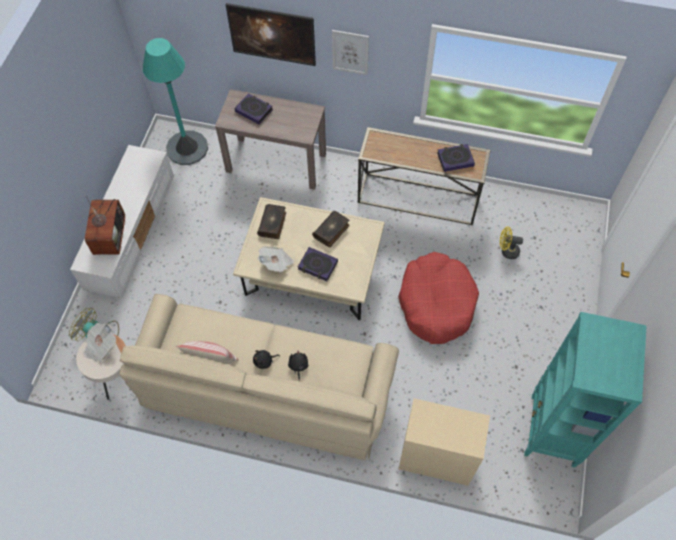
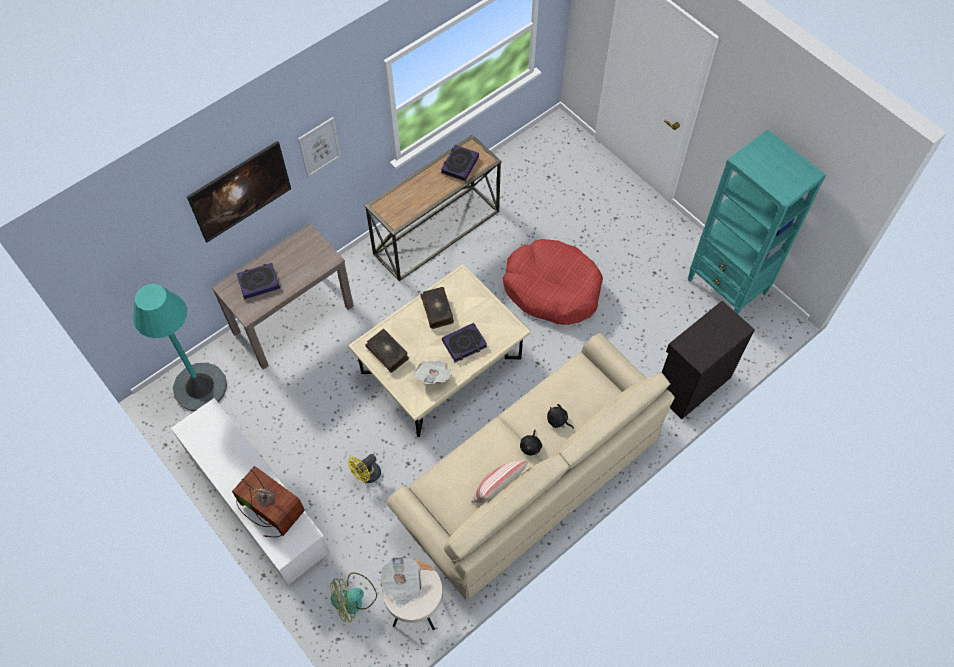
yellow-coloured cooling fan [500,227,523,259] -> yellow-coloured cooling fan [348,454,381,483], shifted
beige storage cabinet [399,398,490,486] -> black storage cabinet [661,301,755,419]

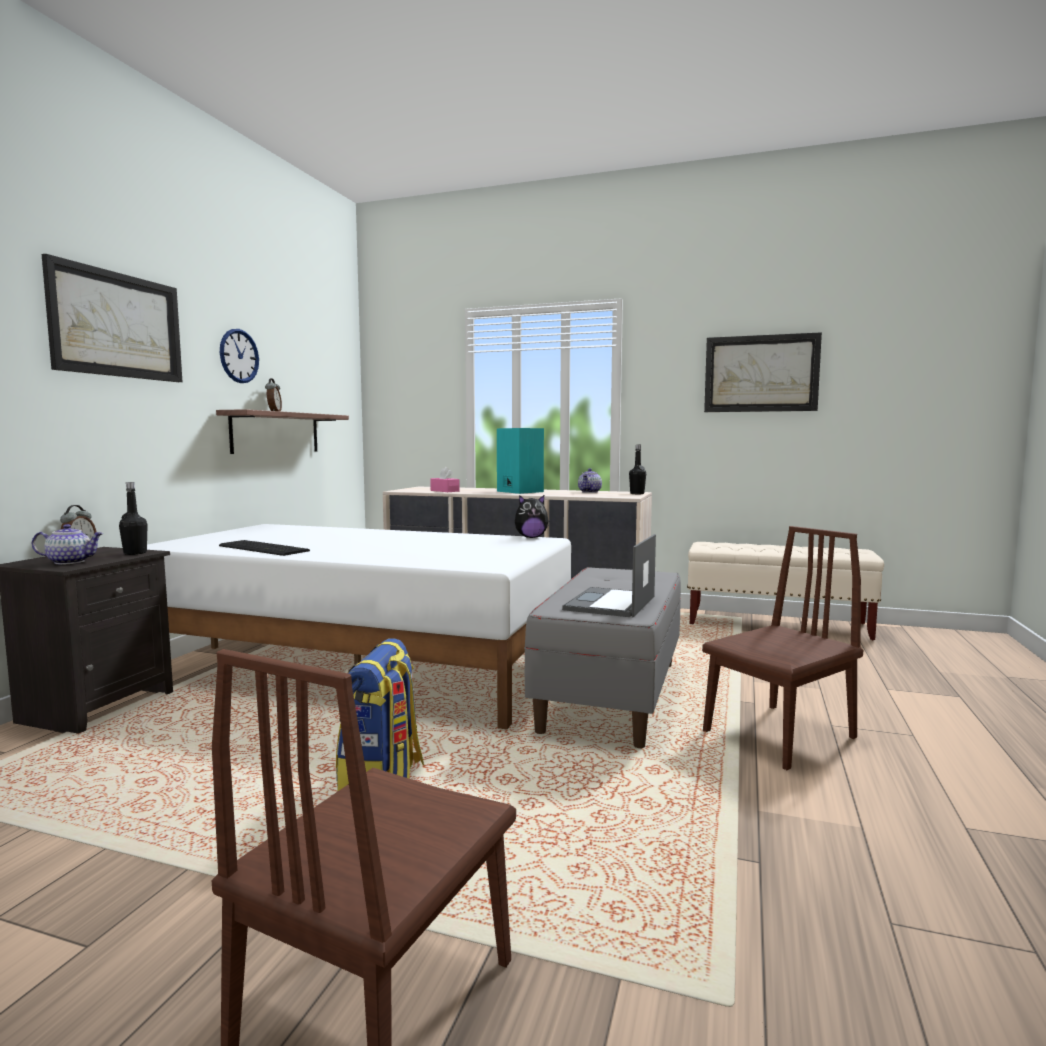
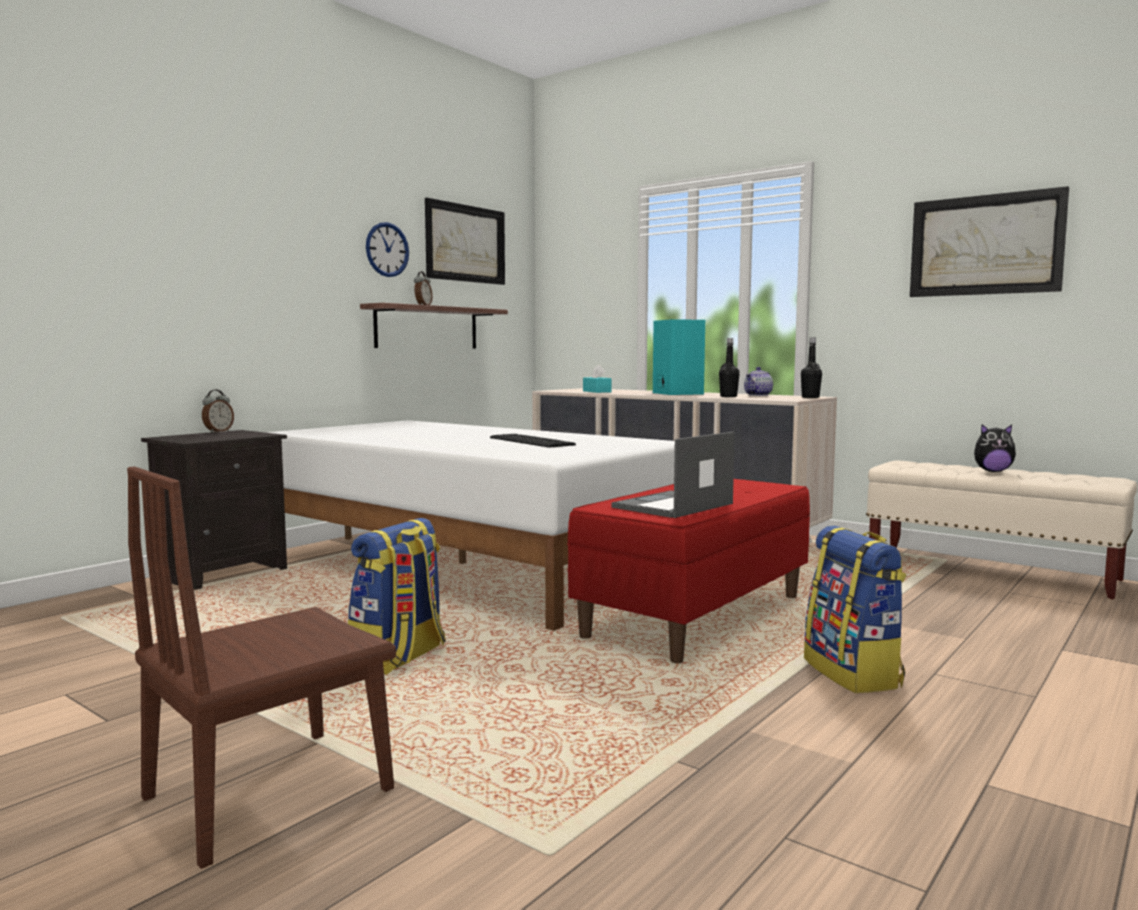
wall art [42,254,182,382] -> wall art [425,198,505,285], shifted
pinkish tissue box [430,467,460,492] -> blue-green tissue box [583,364,612,393]
black beverage bottle [119,482,148,555] -> black beverage bottle [719,338,740,397], shifted
plush toy [515,495,549,538] -> plush toy [974,424,1016,472], shifted
teapot [32,524,103,564] -> none
brown-coloured upright chair [702,526,863,770] -> knapsack [804,525,906,693]
PC keyboard [219,540,310,556] -> PC keyboard [490,434,576,448], shifted
gray indoor bench [524,567,681,748] -> reddish indoor bench [567,479,810,663]

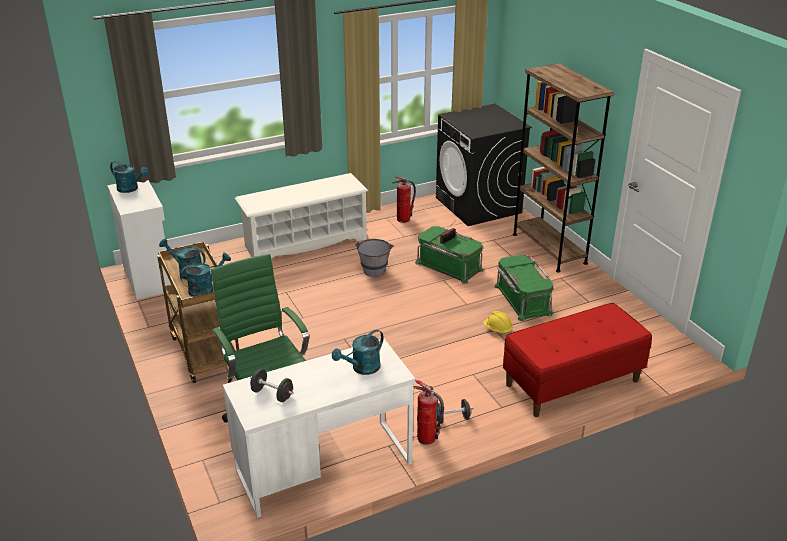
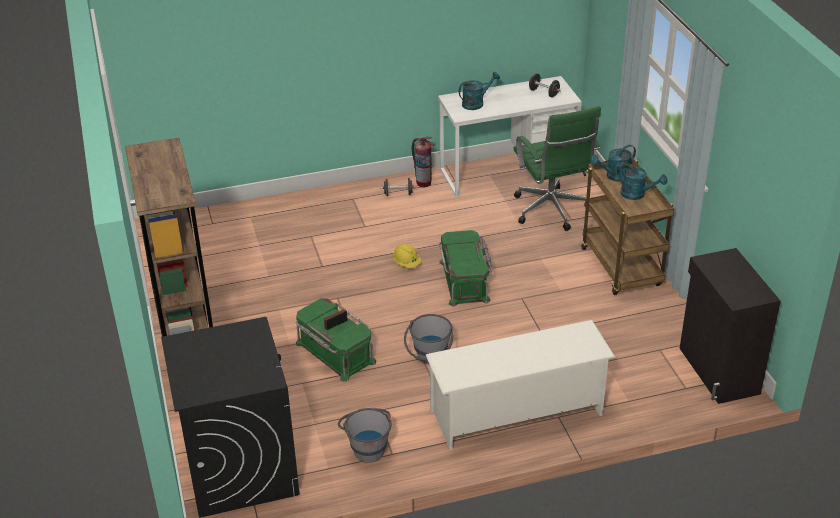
blue-green sprinkling can [110,161,149,193] -> none
fire extinguisher [392,176,416,223] -> gray water bucket [338,408,392,463]
whitish storage cabinet [107,180,171,300] -> black storage cabinet [680,248,781,404]
green-coloured storage bin [494,254,554,321] -> green-coloured storage bin [439,230,492,307], shifted
reddish indoor bench [503,303,652,417] -> none
yellow-coloured hard hat [483,311,513,335] -> yellow-coloured hard hat [392,243,422,268], shifted

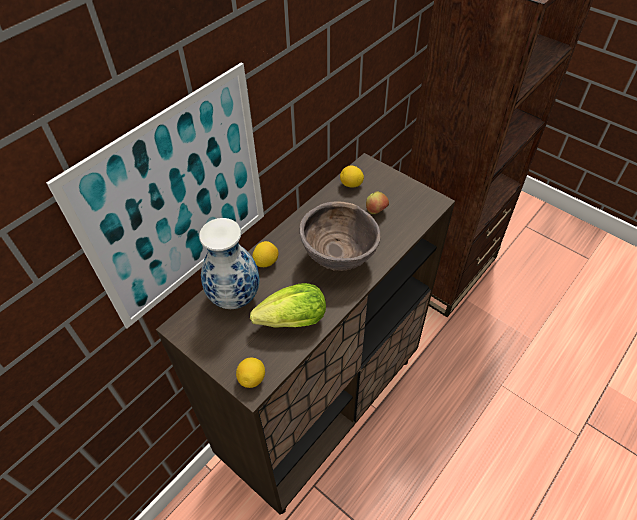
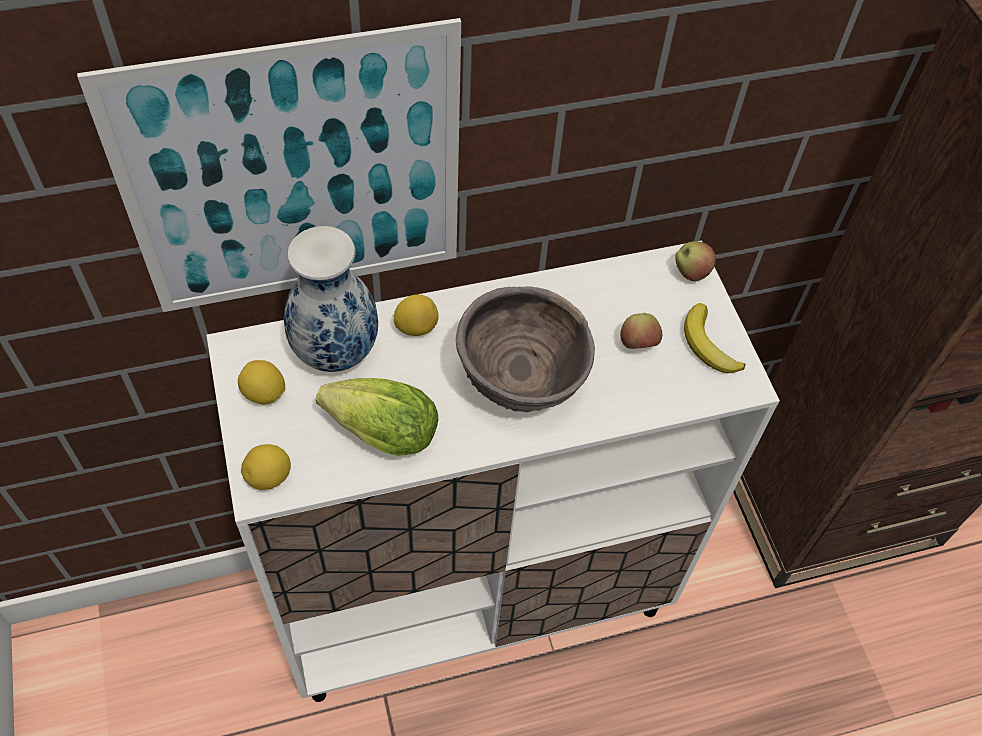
brown-coloured storage cabinet [156,153,455,514] -> whitish storage cabinet [206,240,780,702]
lemon [340,165,364,188] -> lemon [238,360,285,404], shifted
none -> apple [675,241,716,281]
none -> banana fruit [684,303,745,373]

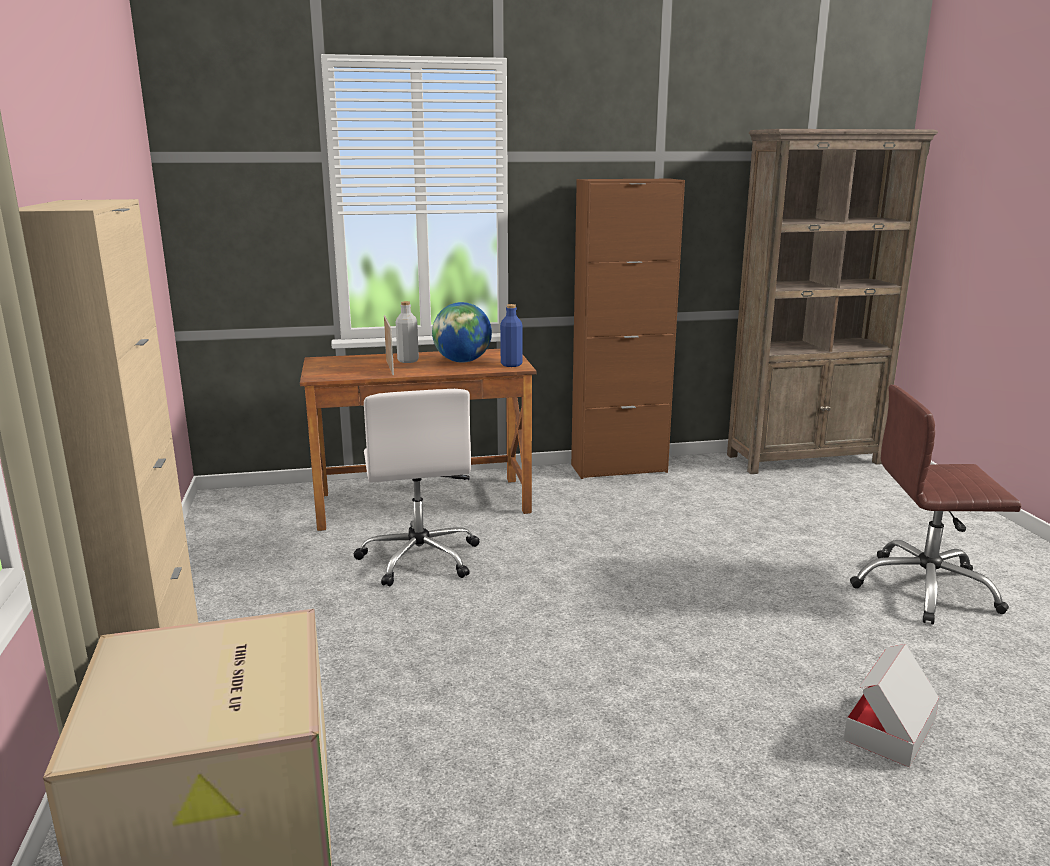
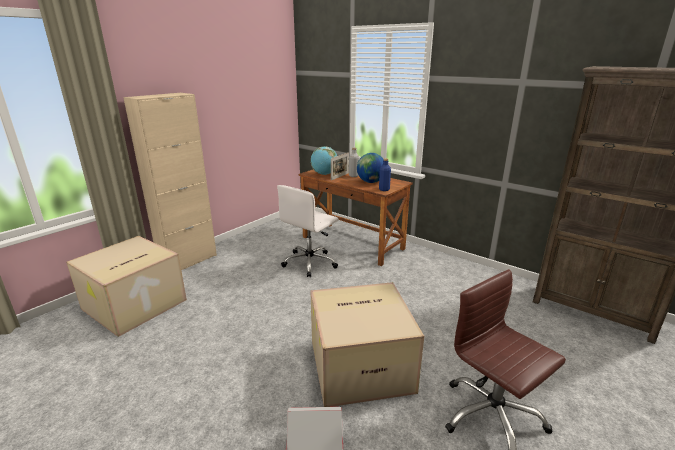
brown-coloured storage cabinet [571,178,685,479] -> none
none -> world globe [311,147,337,175]
none -> cardboard box [310,282,424,407]

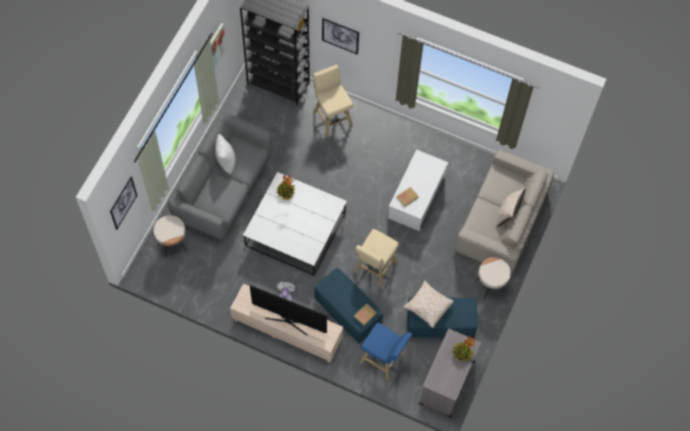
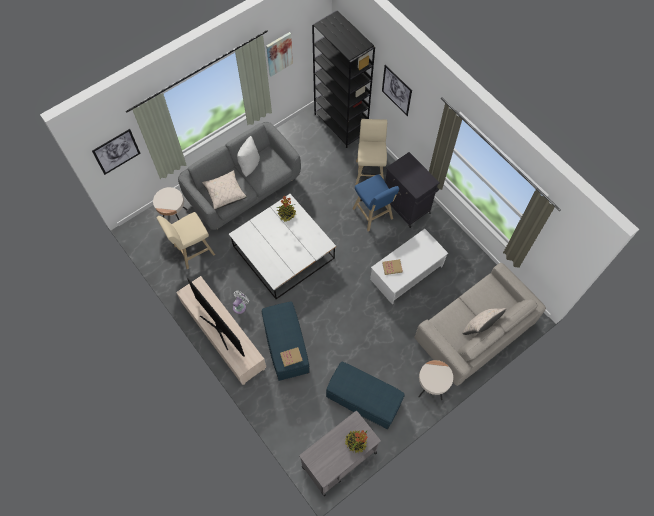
beige sitting stool [354,229,399,287] -> beige sitting stool [157,212,215,269], shifted
beige cushion [403,280,455,328] -> beige cushion [202,170,247,210], shifted
bluish sitting stool [359,323,412,381] -> bluish sitting stool [352,174,399,232], shifted
none -> black storage cabinet [385,152,440,228]

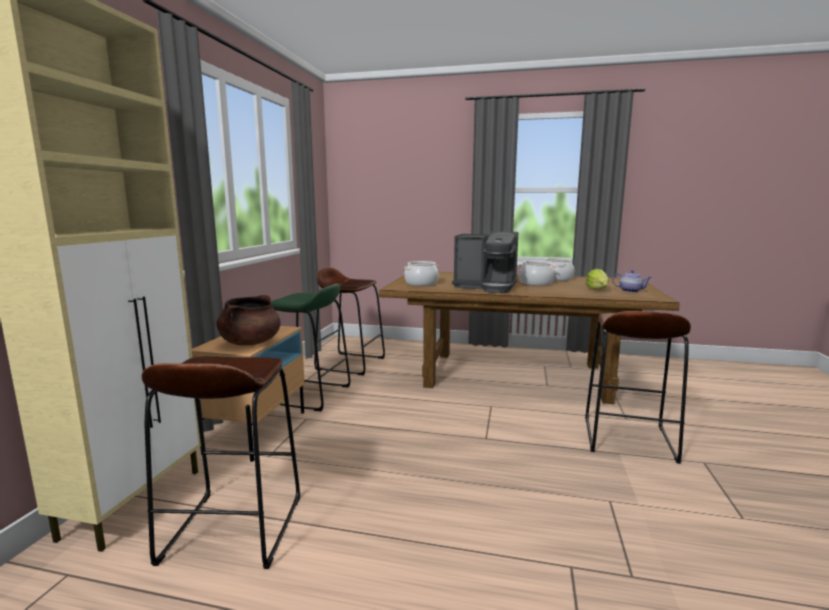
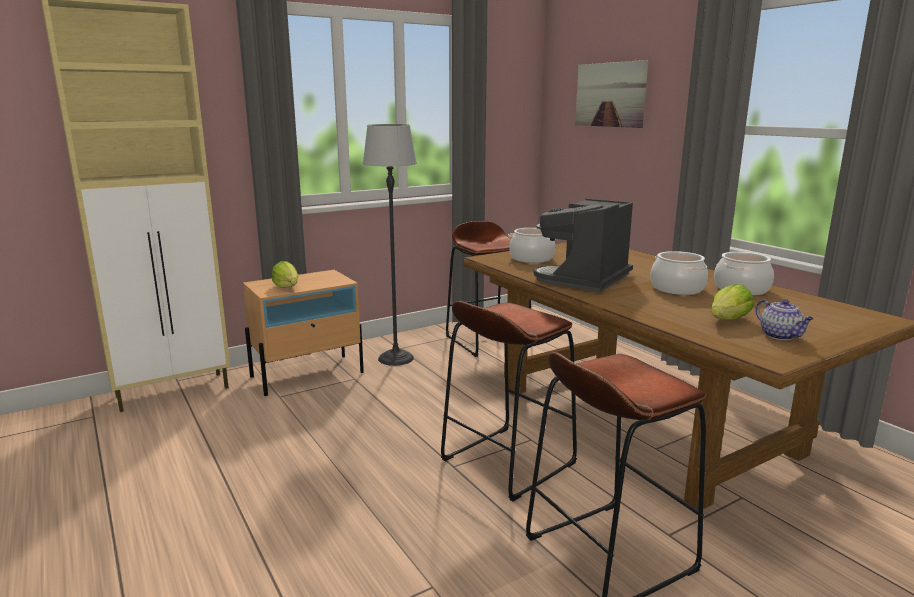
coffee maker [452,231,518,293] -> coffee maker [534,199,633,293], 60 degrees clockwise
green-coloured sitting stool [272,283,350,411] -> standing lamp [363,124,417,366]
brown-coloured cooking pot [217,295,281,346] -> lettuce [272,261,298,288]
brown-coloured sitting stool [142,356,300,569] -> brown-coloured sitting stool [441,301,577,501], shifted
none -> wall art [575,60,648,128]

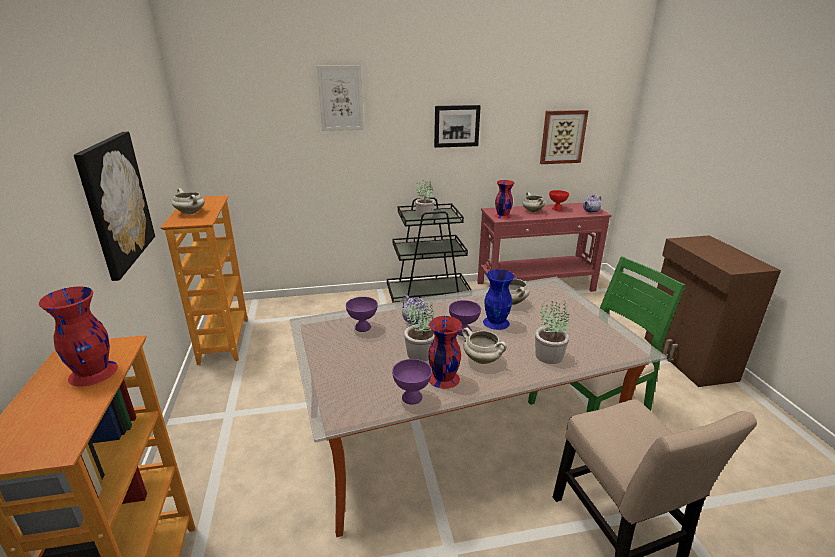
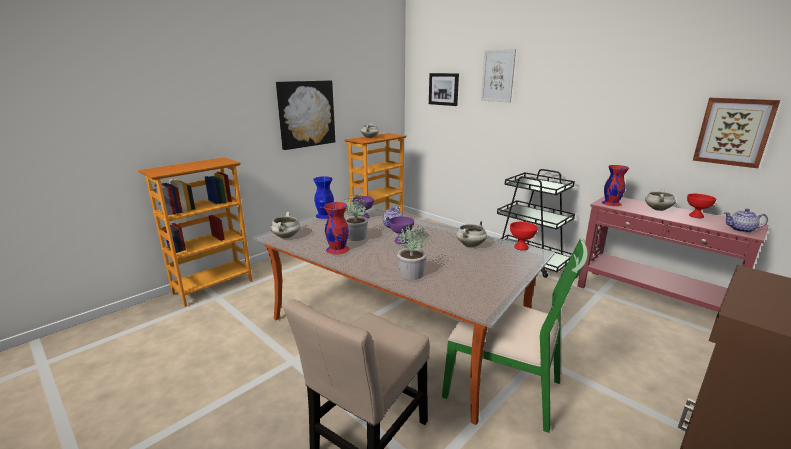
wall art [434,105,481,148] -> wall art [429,73,459,106], shifted
potted plant [415,181,435,218] -> none
bluish vase [483,269,514,330] -> bluish vase [313,176,334,219], shifted
reddish vase [39,286,118,387] -> none
whitish cooking pot [462,327,507,364] -> whitish cooking pot [270,212,300,238], shifted
purple bowl [392,359,432,405] -> none
none -> reddish bowl [510,222,538,251]

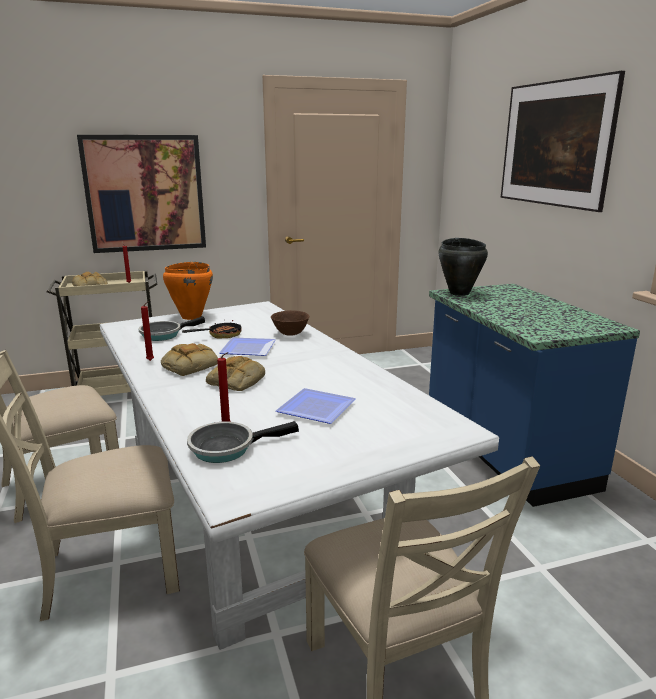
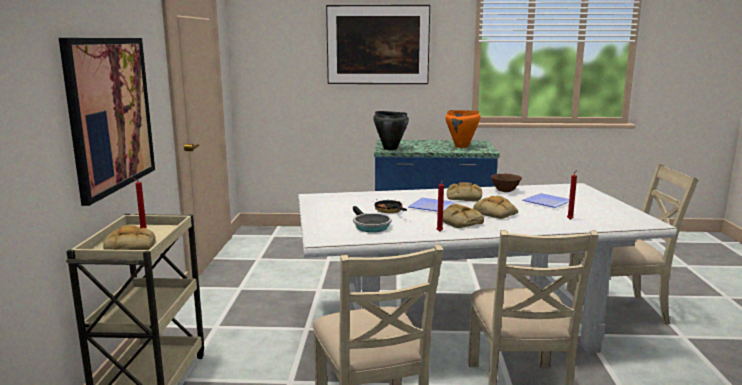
orange cooking pot [163,262,213,320] -> orange cooking pot [445,110,480,148], shifted
brown-coloured bowl [271,310,309,336] -> brown-coloured bowl [491,174,522,192], shifted
frying pan [187,421,299,463] -> none
none -> bakery bread [447,182,482,201]

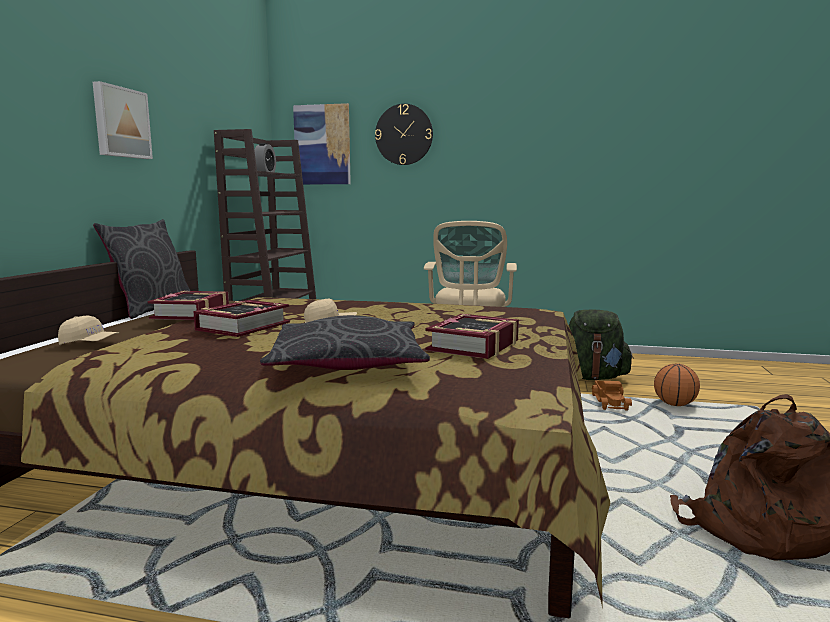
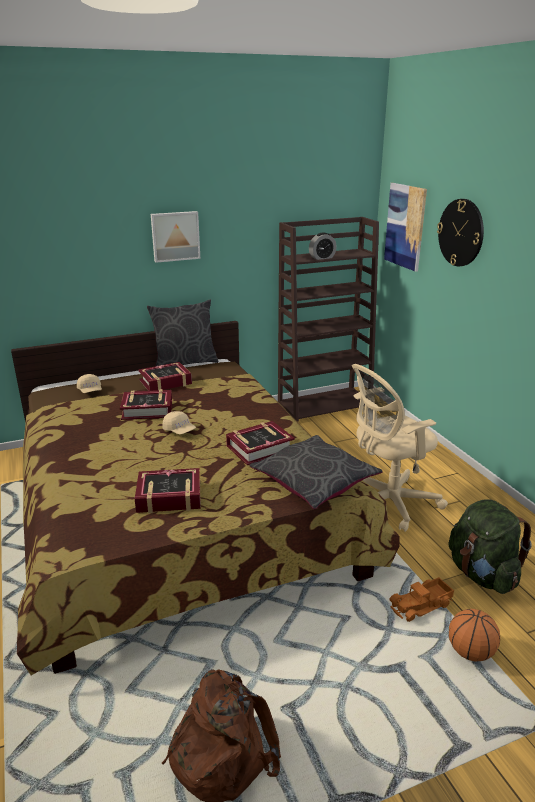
gray cushion [260,315,430,370] -> gray cushion [250,435,383,509], shifted
none -> volume [226,421,295,465]

